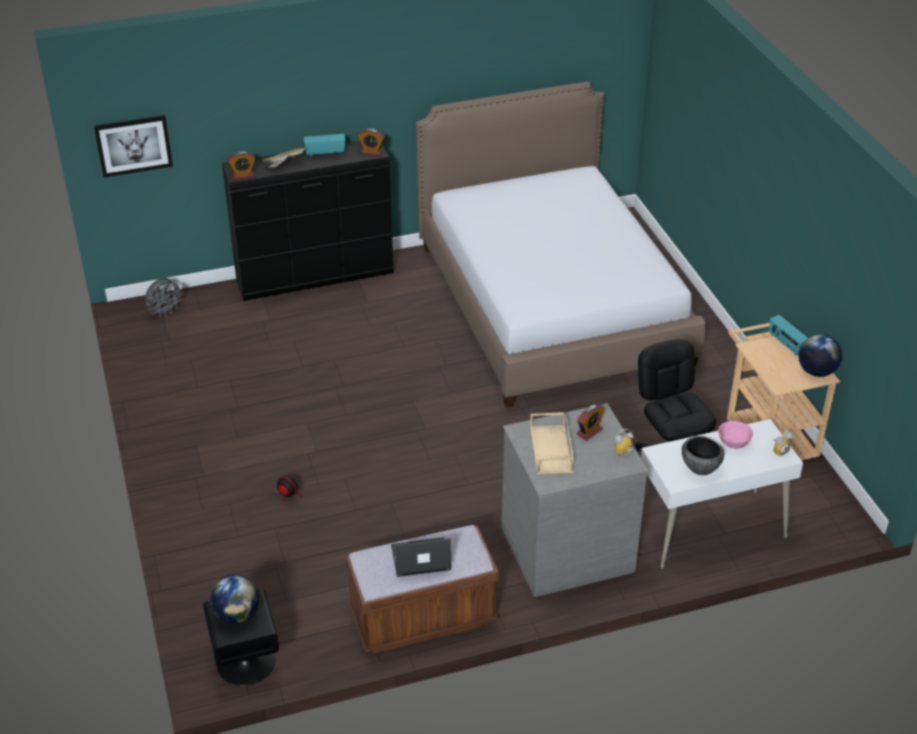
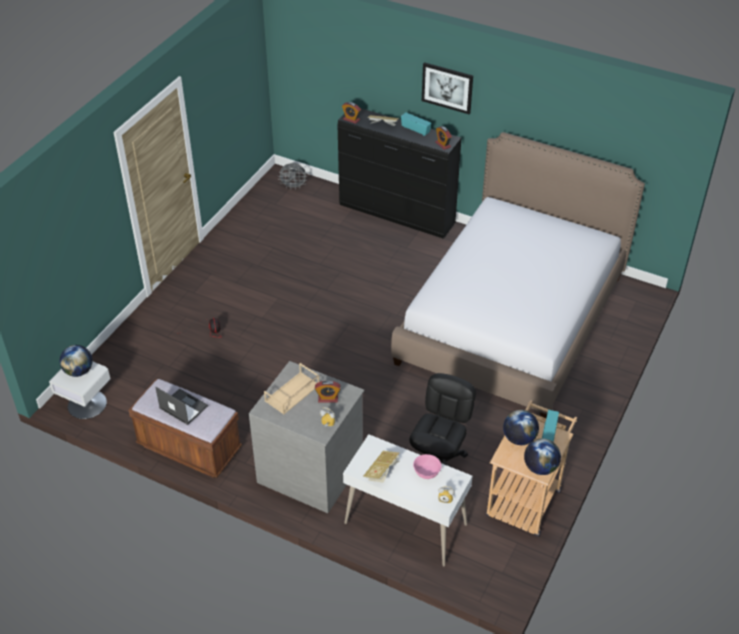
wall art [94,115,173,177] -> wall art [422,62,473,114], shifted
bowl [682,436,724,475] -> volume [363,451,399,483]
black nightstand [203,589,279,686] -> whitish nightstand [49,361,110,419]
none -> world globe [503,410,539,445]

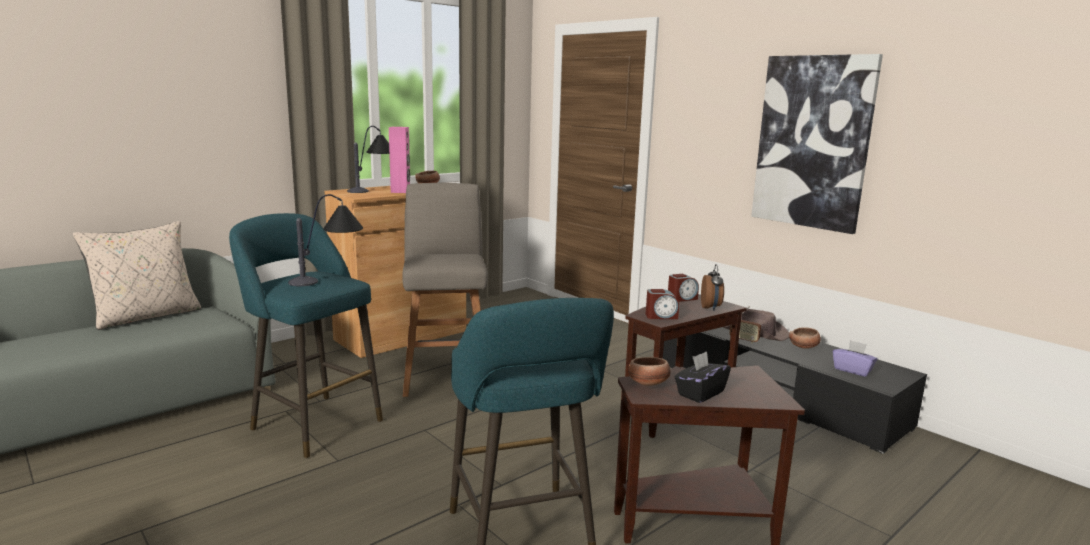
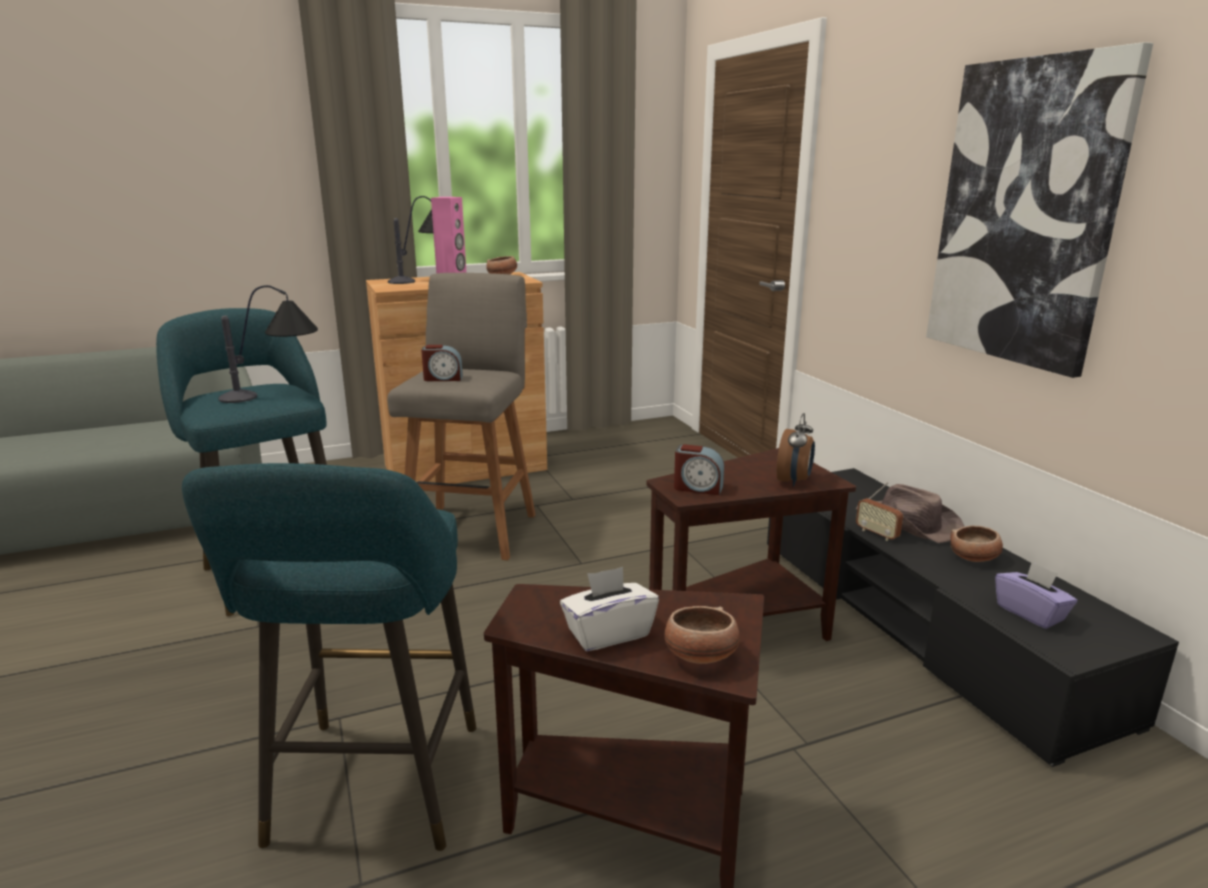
beige cushion [73,221,201,330] -> none
alarm clock [668,274,699,302] -> alarm clock [421,345,463,381], shifted
black tissue box [674,351,731,403] -> whitish tissue box [560,567,659,651]
bowl [628,356,671,386] -> bowl [664,606,740,664], shifted

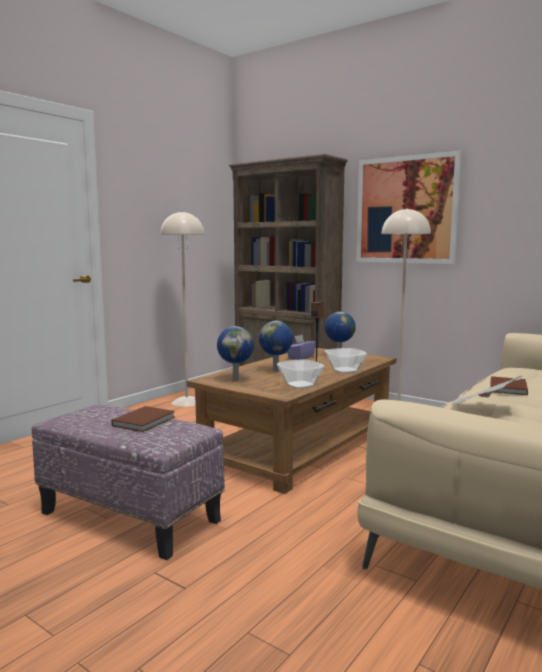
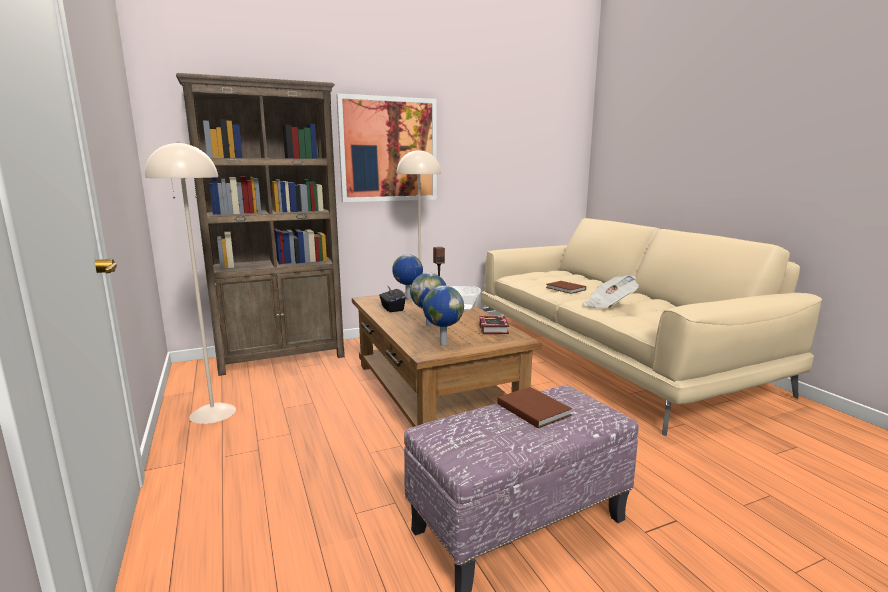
purple tissue box [287,335,316,360] -> black tissue box [379,286,406,312]
bowl [277,359,324,389] -> volume [479,316,509,334]

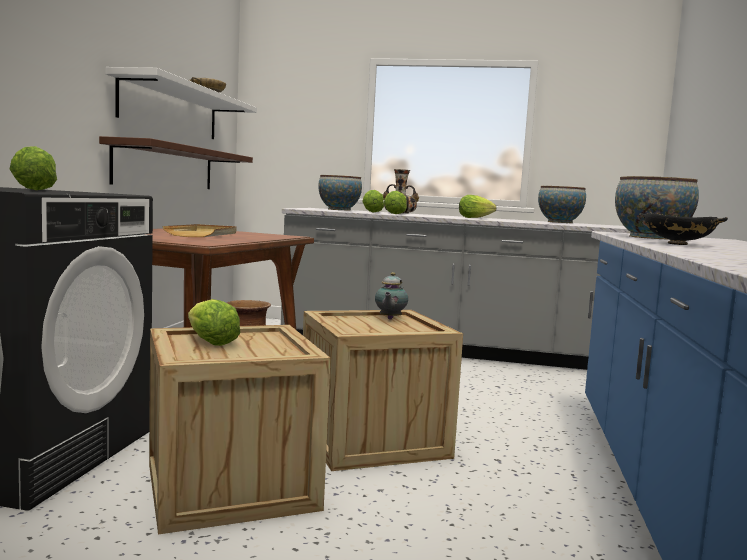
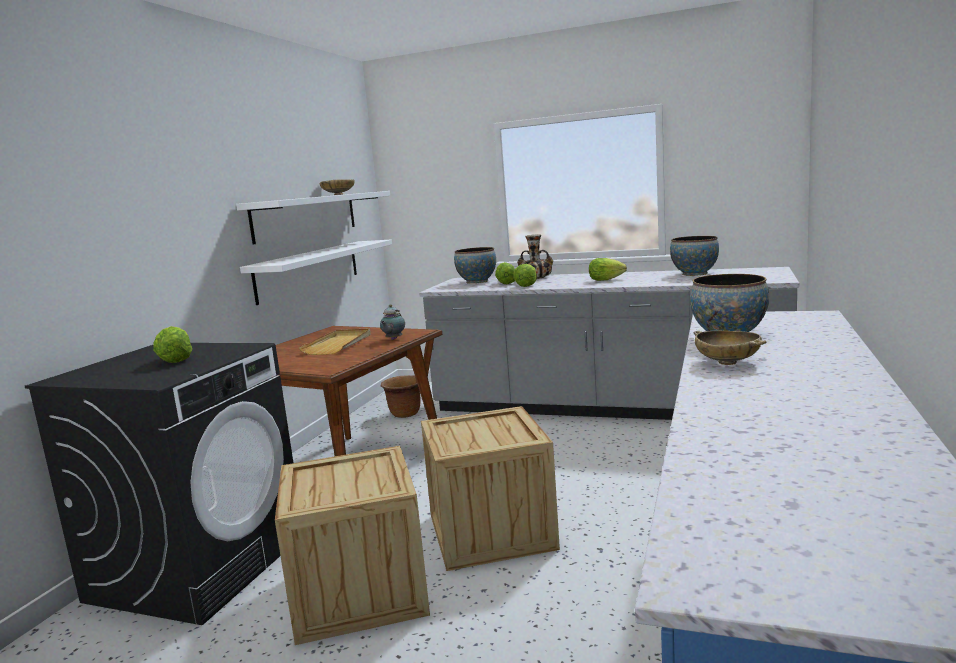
brown-coloured wall shelf [99,136,253,189] -> whitish wall shelf [240,239,392,305]
black bowl [639,212,728,245] -> beige bowl [694,331,766,365]
teapot [375,272,408,320] -> teapot [380,305,405,340], shifted
lettuce [188,299,240,346] -> none

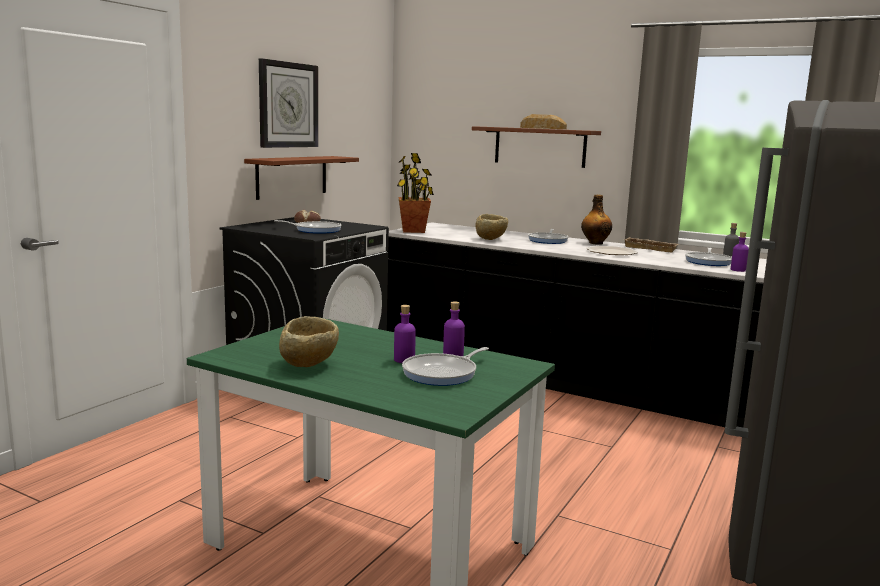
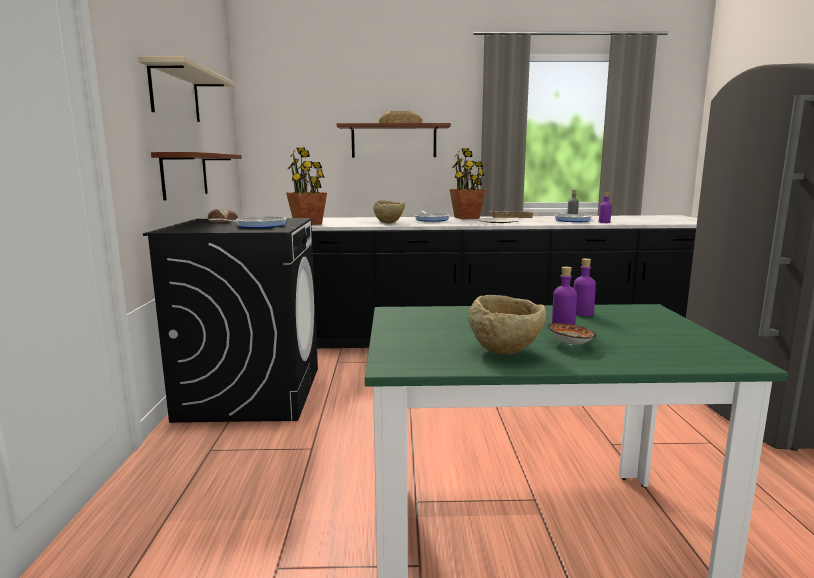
wall clock [259,58,318,148] -> beige wall shelf [138,56,235,122]
beverage bottle [581,195,612,245] -> potted plant [450,148,486,219]
frying pan [402,347,489,386] -> none
none -> bowl [547,323,596,345]

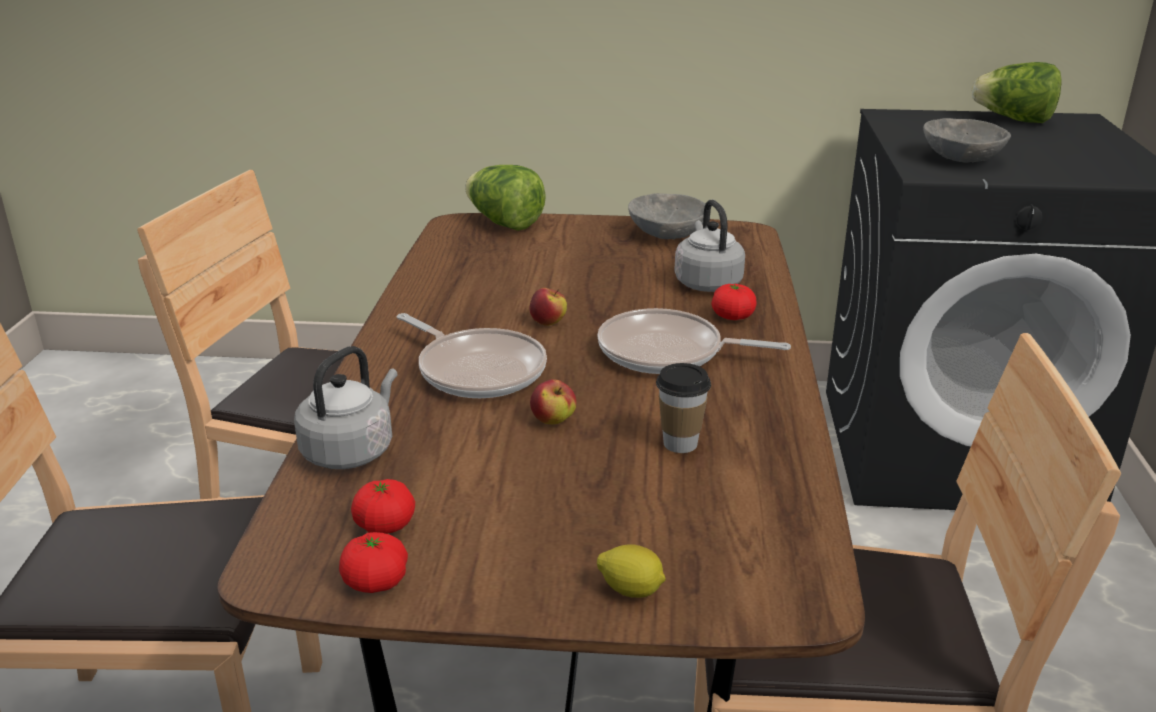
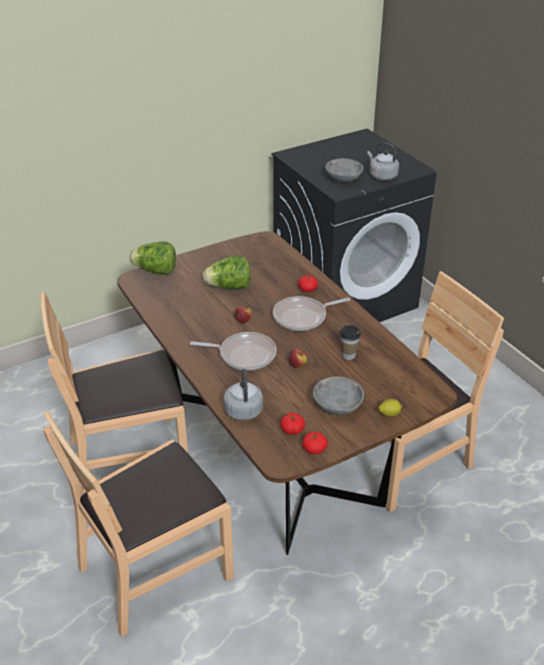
lettuce [972,62,1062,123] -> lettuce [203,255,251,290], shifted
gray bowl [628,193,705,239] -> gray bowl [313,376,364,415], shifted
gray kettle [674,200,745,292] -> gray kettle [367,142,399,181], shifted

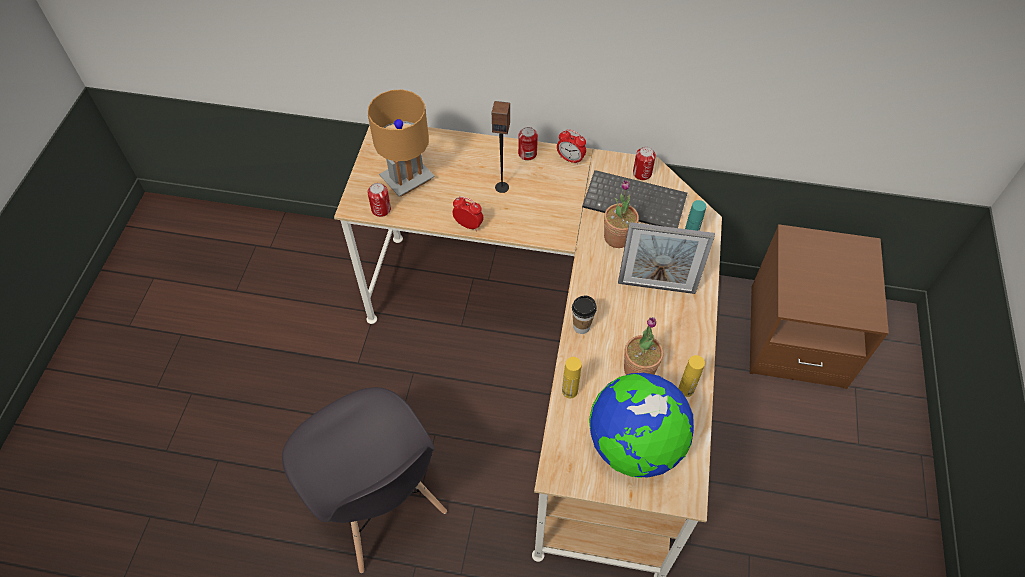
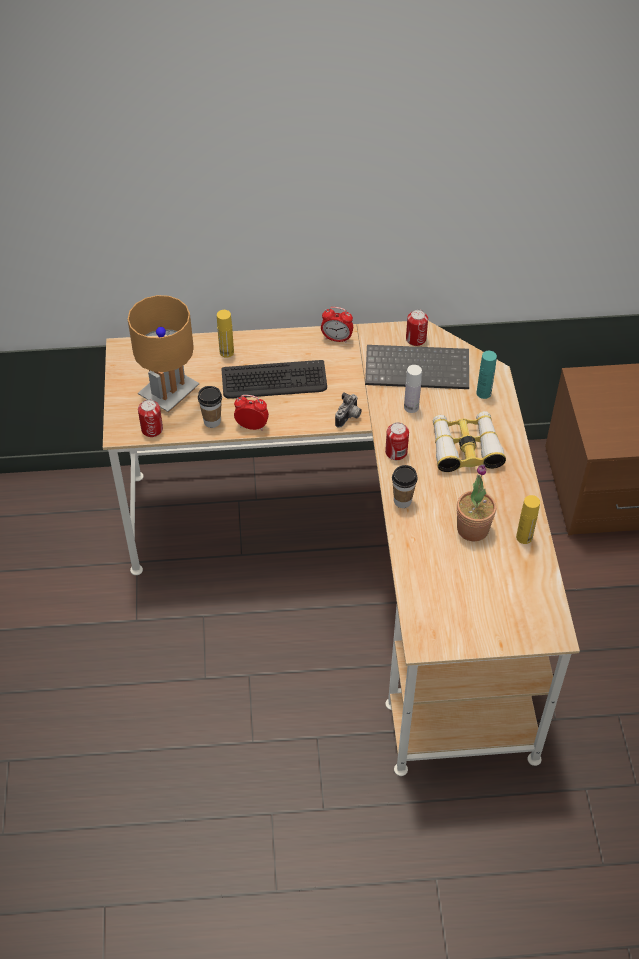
speaker [492,101,510,193] -> PC keyboard [221,360,327,399]
sealed can [518,127,538,161] -> sealed can [385,422,409,460], shifted
potted plant [604,180,639,248] -> whitish beverage bottle [404,365,422,413]
photo frame [618,222,715,294] -> pair of binoculars [433,411,506,472]
yellow-coloured beverage bottle [562,357,581,398] -> yellow-coloured beverage bottle [217,310,234,358], shifted
world globe [589,373,694,478] -> none
gray upright chair [282,387,447,573] -> none
none -> cup [198,386,222,428]
none -> photo camera [335,392,362,428]

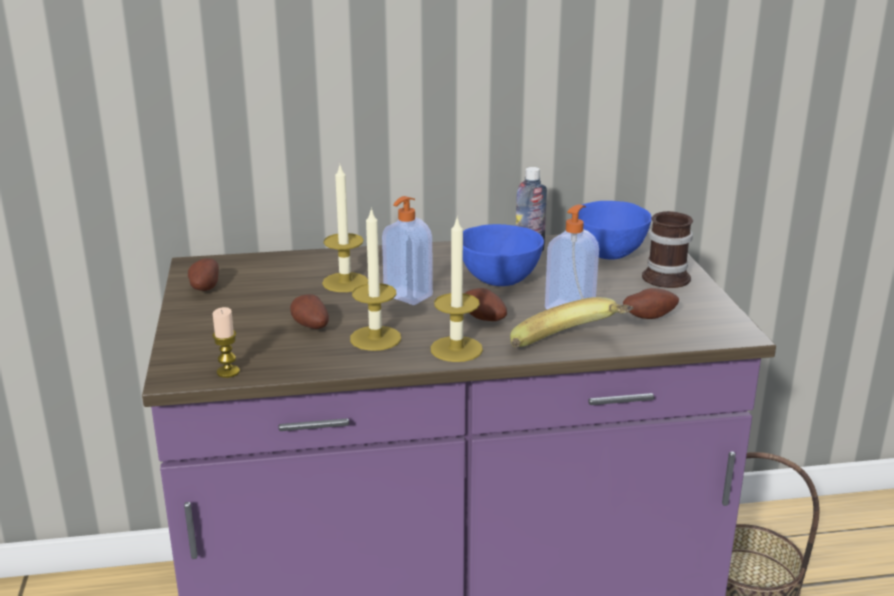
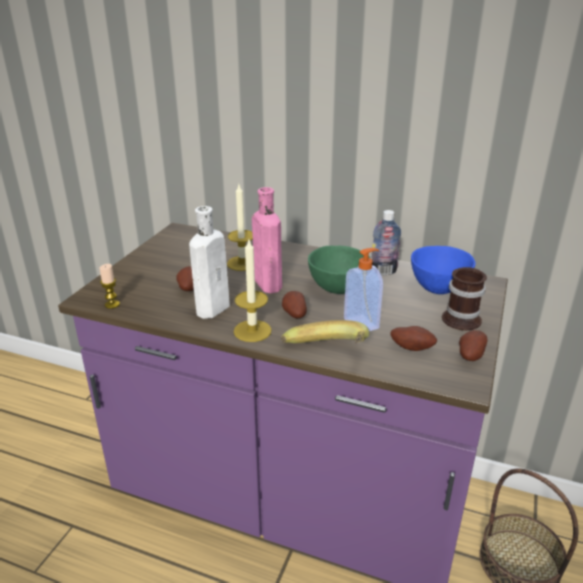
soap bottle [382,196,433,305] -> pinkish beverage bottle [252,187,282,293]
wax light [350,207,401,351] -> whitish beverage bottle [189,206,230,319]
bluish bowl [463,224,544,286] -> green-coloured bowl [308,246,371,294]
whole potato [188,258,219,291] -> whole potato [459,330,487,361], shifted

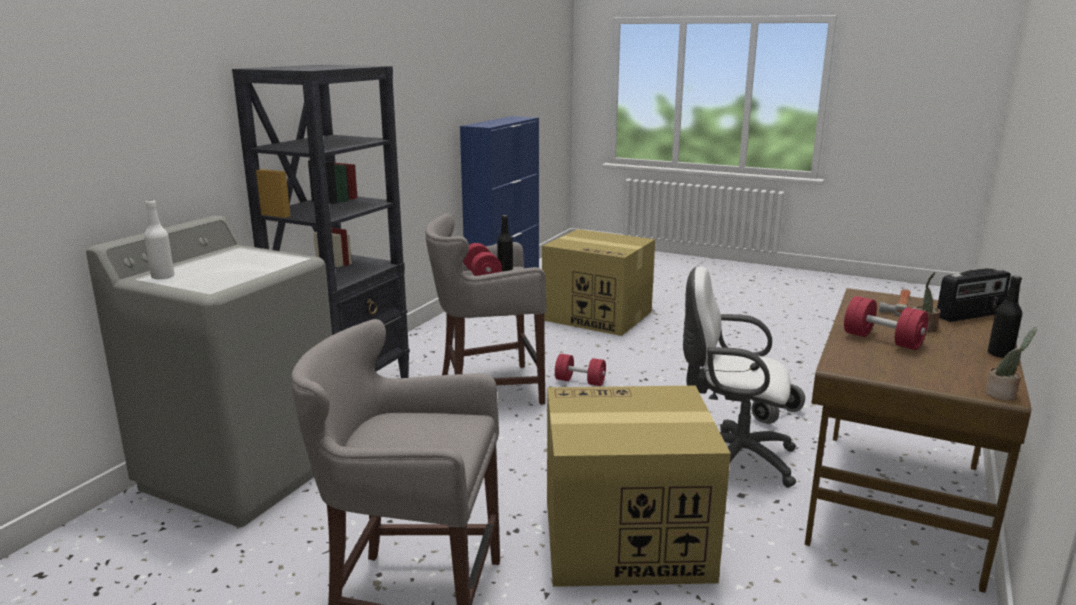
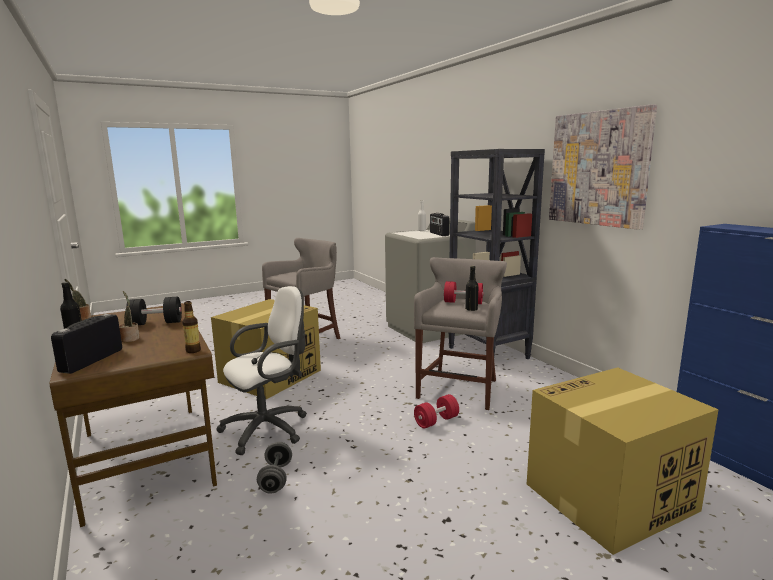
hammer [879,289,915,316] -> none
reddish dumbbell [844,296,928,350] -> black dumbbell [126,297,182,325]
none -> wall art [549,104,657,230]
none -> radio receiver [430,213,449,236]
none -> beverage bottle [182,301,201,353]

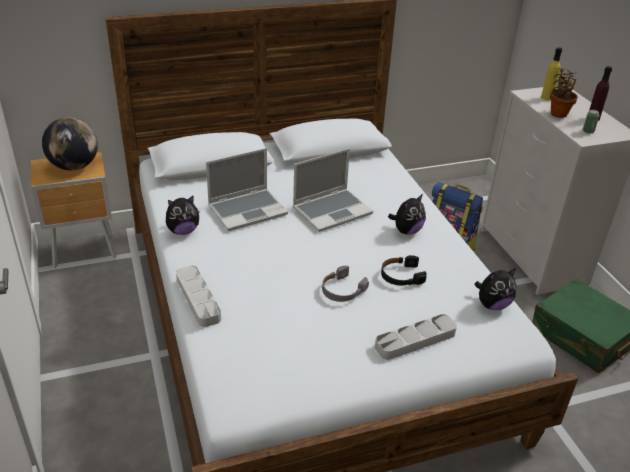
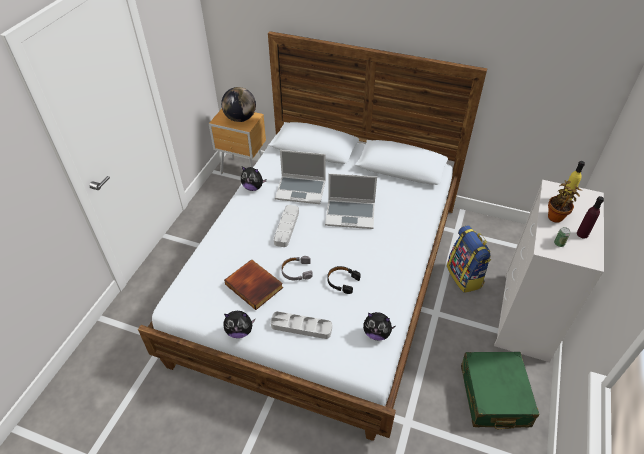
plush toy [388,194,426,235] -> plush toy [224,311,255,338], shifted
gray tray [176,266,221,327] -> gray tray [273,205,299,247], shifted
none -> volume [224,259,283,310]

